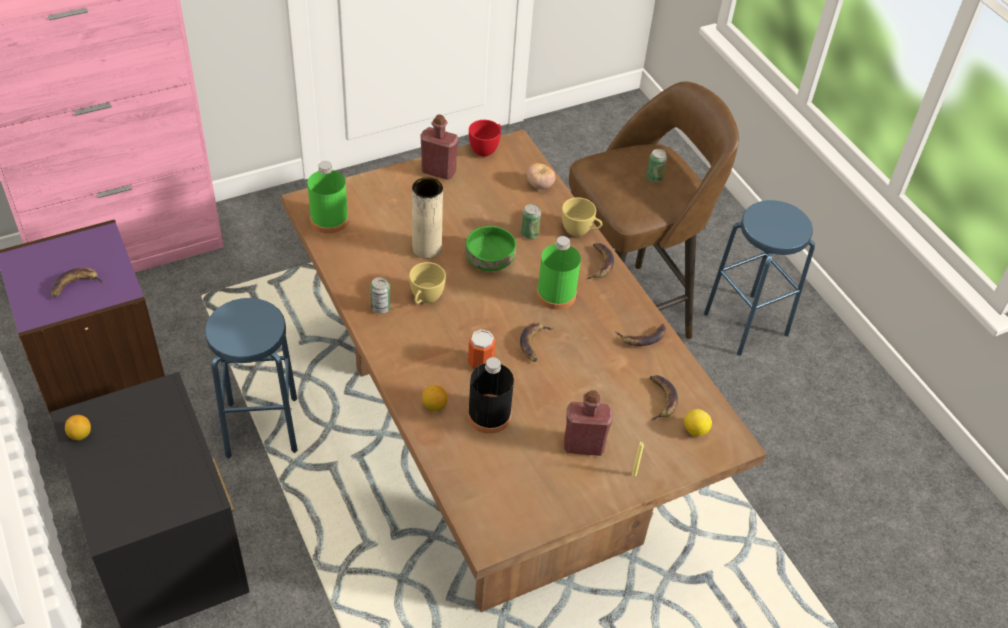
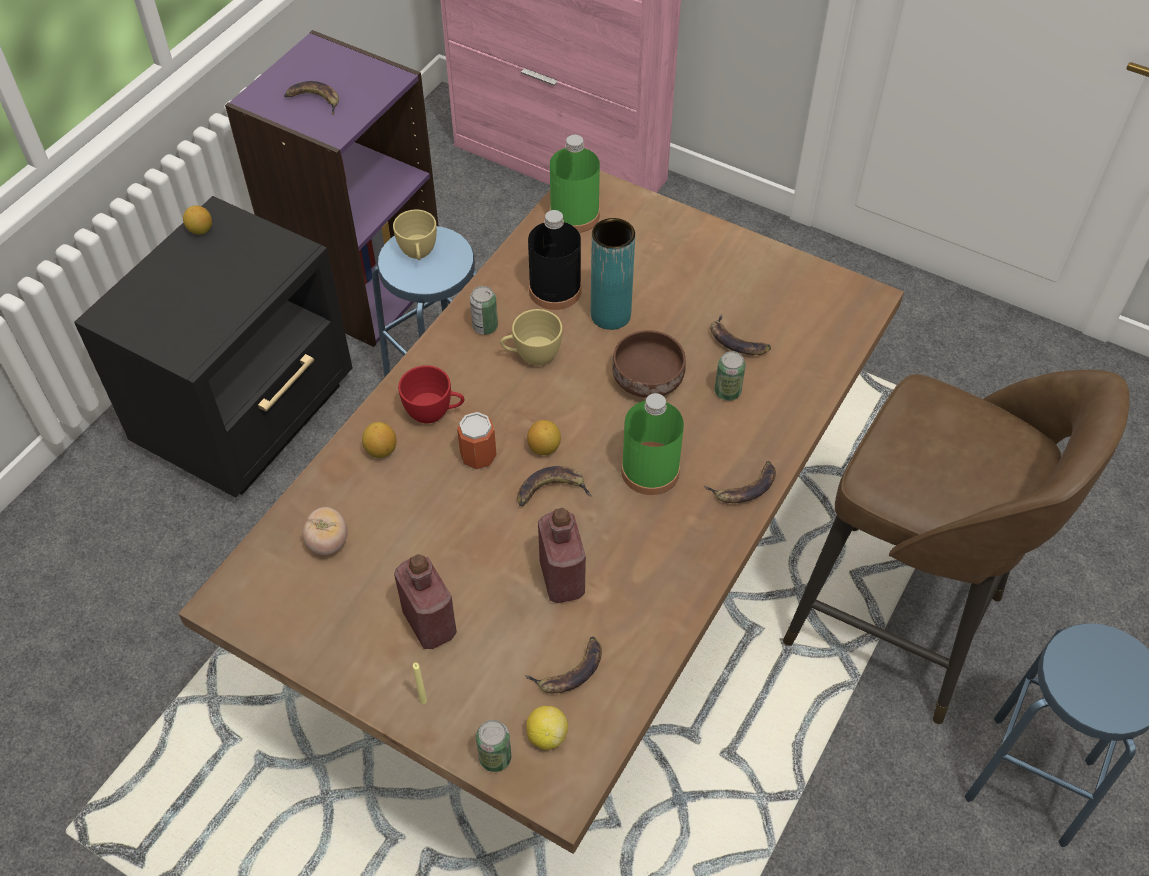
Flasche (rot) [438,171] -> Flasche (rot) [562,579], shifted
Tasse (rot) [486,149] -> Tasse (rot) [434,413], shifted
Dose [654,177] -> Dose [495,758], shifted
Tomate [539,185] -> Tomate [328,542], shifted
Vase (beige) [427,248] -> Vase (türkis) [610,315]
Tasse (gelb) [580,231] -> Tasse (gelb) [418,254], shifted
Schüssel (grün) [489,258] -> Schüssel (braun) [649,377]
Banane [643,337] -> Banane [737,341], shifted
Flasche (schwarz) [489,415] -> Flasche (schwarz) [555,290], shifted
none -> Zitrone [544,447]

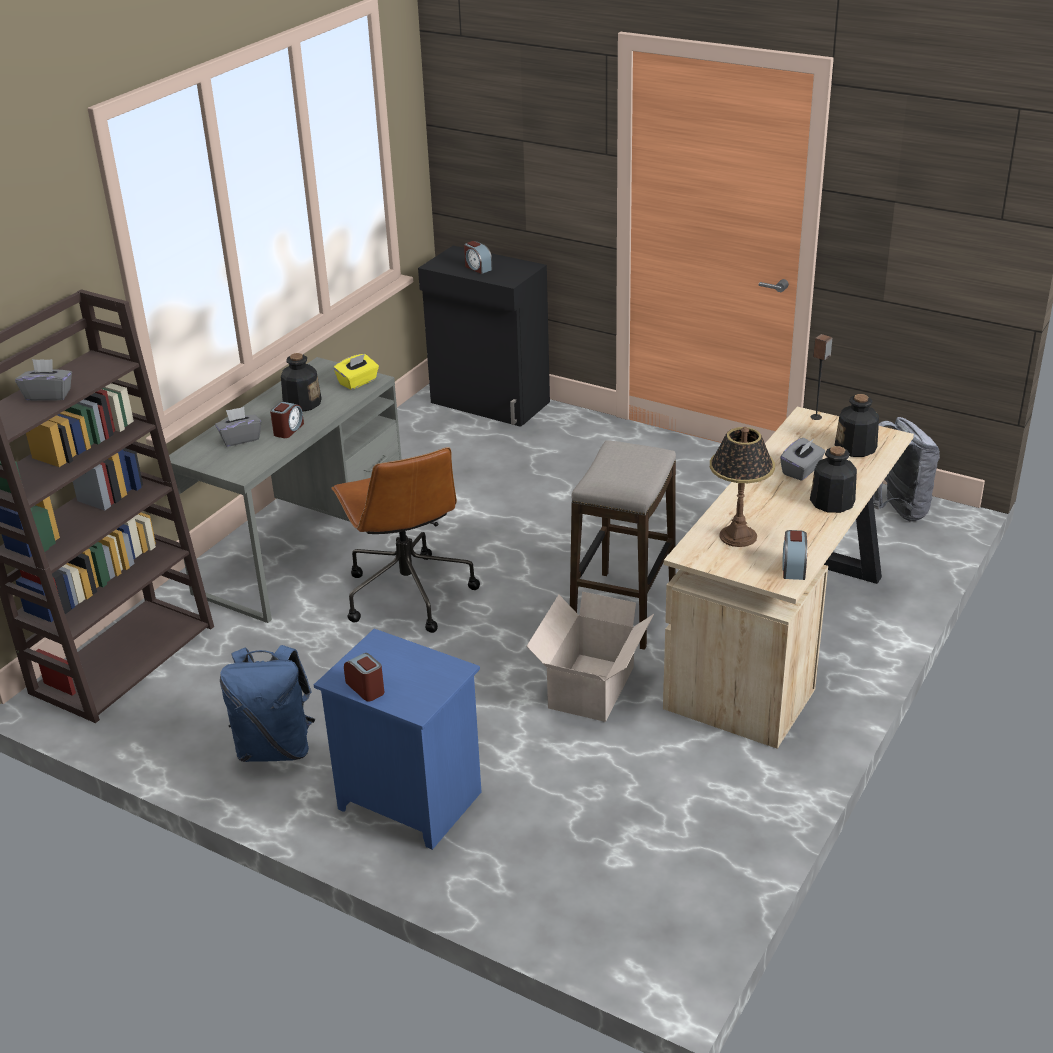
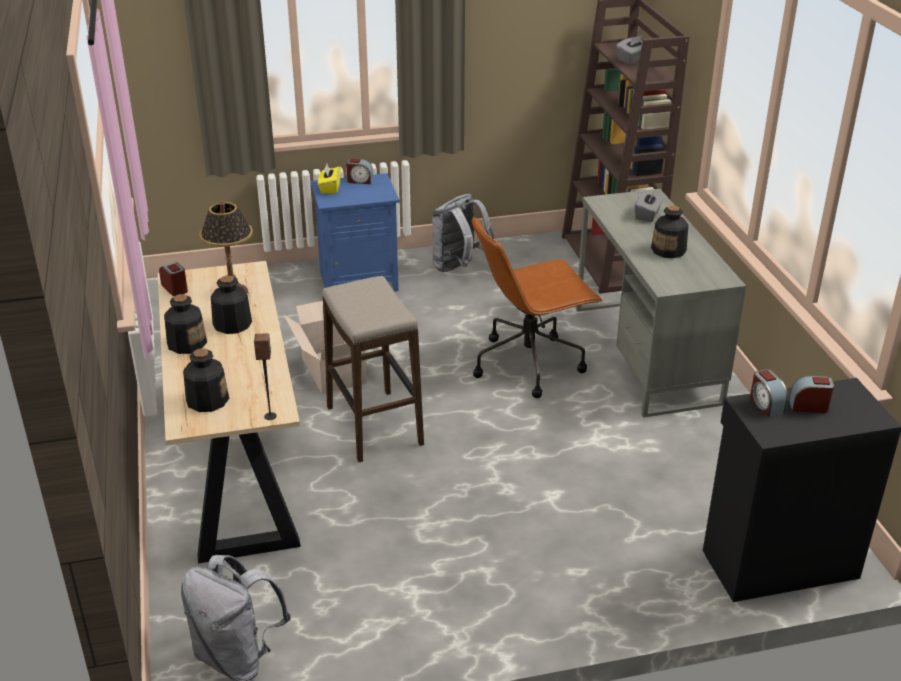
Taschentuchbox (gelb) [358,382] -> Taschentuchbox (gelb) [330,188], shifted
Wecker [288,430] -> Wecker [765,405], shifted
Taschentuchbox (grau) [801,470] -> none
Bürostuhl (braun) [407,593] -> Bürostuhl (braun) [529,363], 45 degrees counterclockwise
Rucksack (blau) [275,748] -> Rucksack (grau) [459,268]
none -> Flasche [232,324]

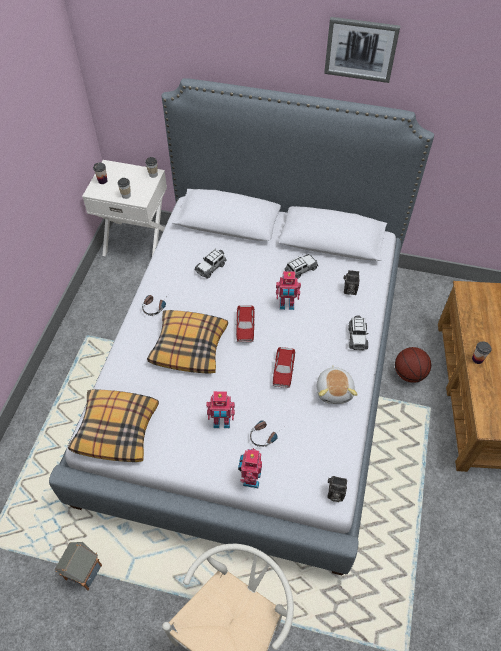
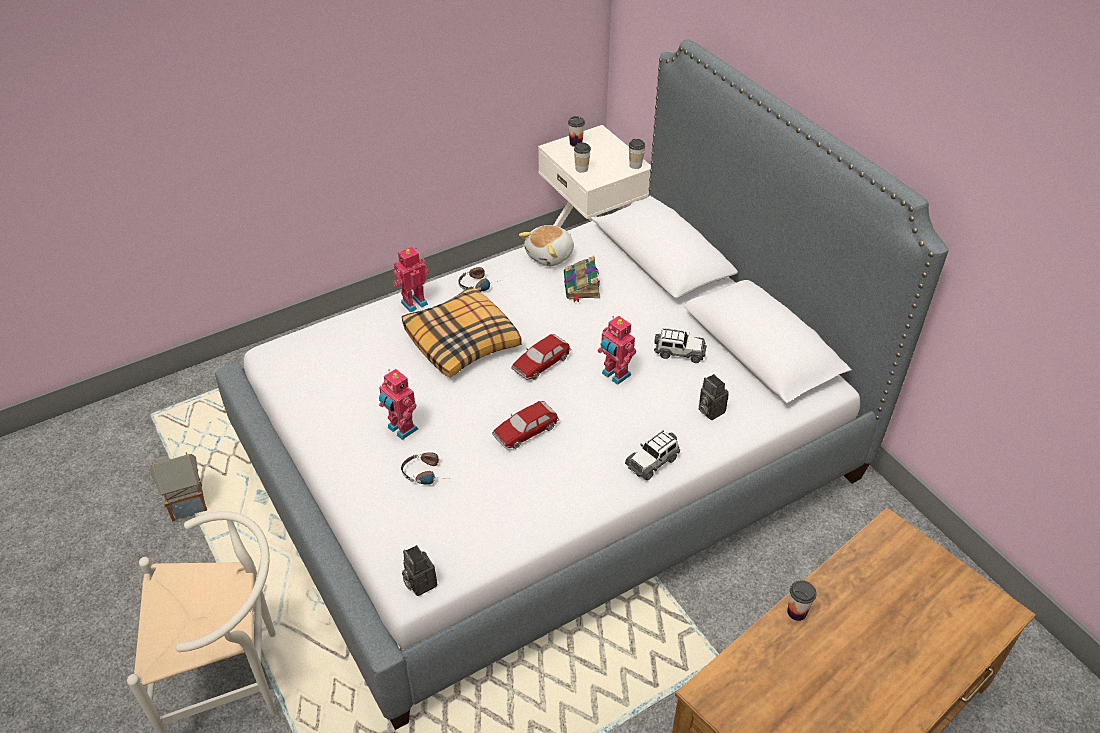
Bild [361,49] -> none
Spielzeugauto [211,267] -> Buch [581,286]
Basketball [409,374] -> none
Plüschtier [335,390] -> Plüschtier [550,256], shifted
Kissen [117,429] -> none
Spielzeugroboter [250,478] -> Spielzeugroboter [413,302], shifted

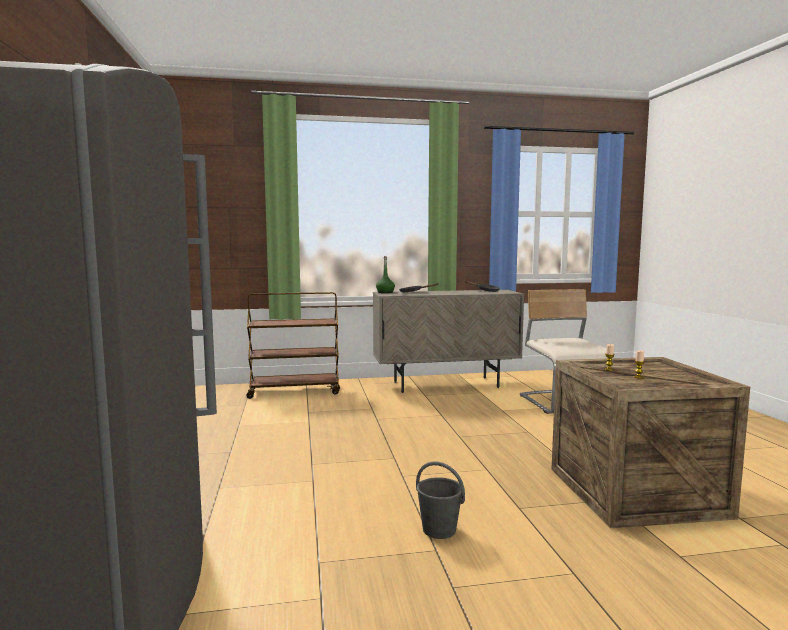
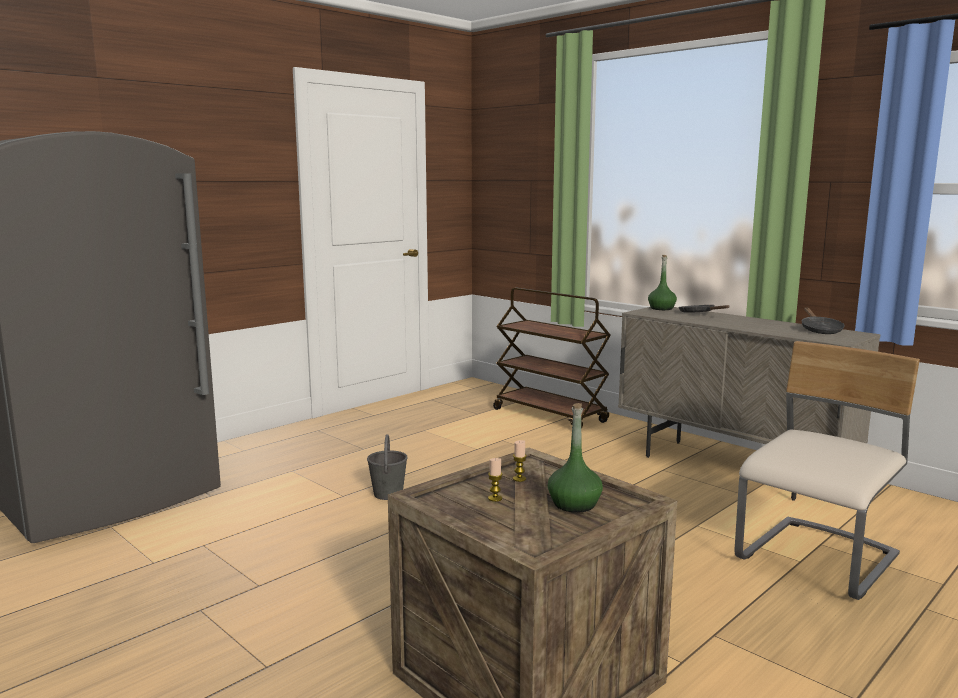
Eimer (grau) [439,530] -> Eimer (grau) [388,494], shifted
none -> Flasche (grün) [574,504]

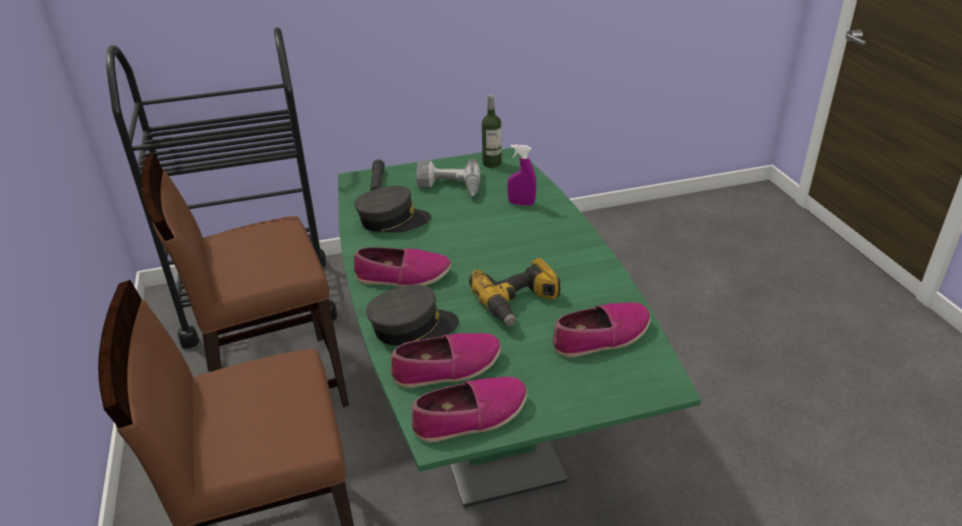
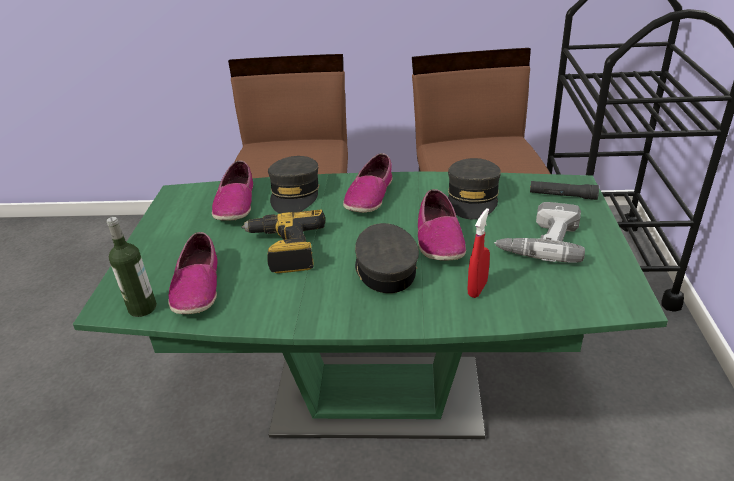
Flasche [492,163] -> Flasche [142,308], shifted
Sprühflasche (lila) [521,203] -> Sprühflasche (rot) [477,289]
Schuh [470,417] -> Schuh [438,239], shifted
none -> Kappe (grau) [385,269]

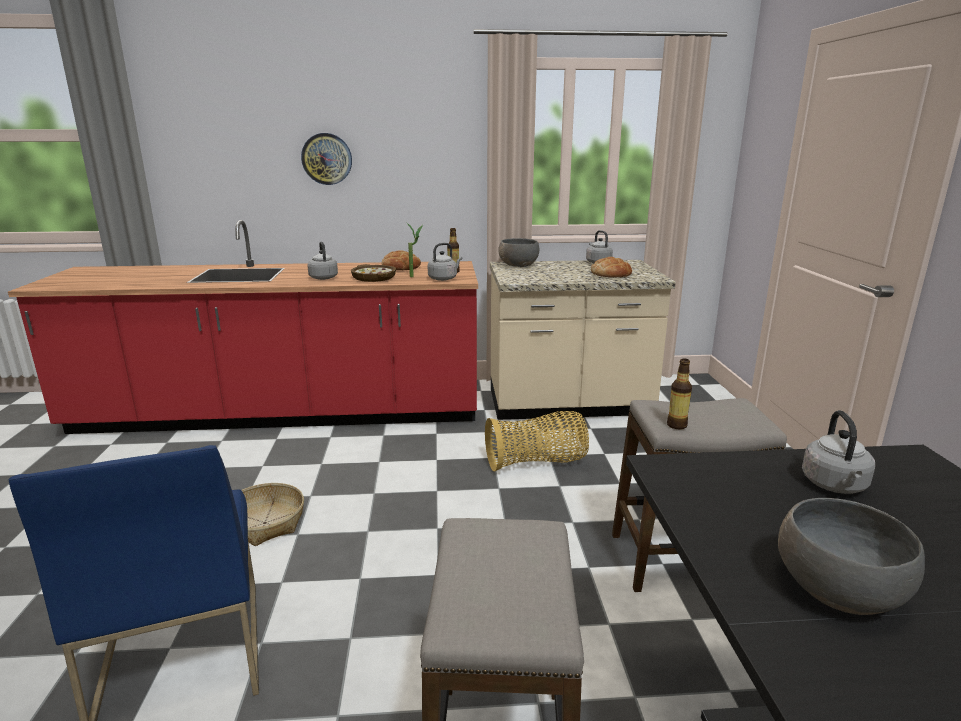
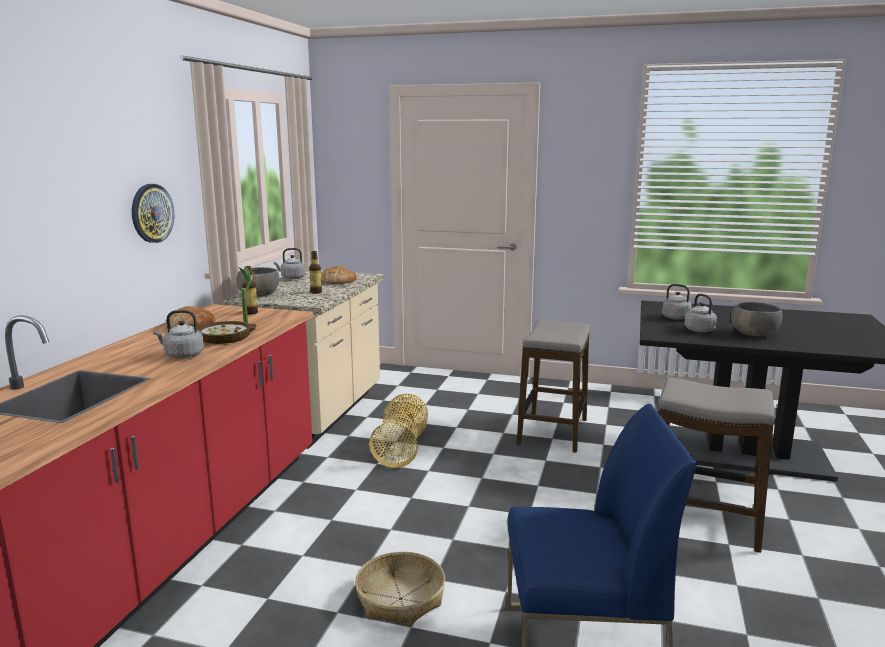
Wanduhr [327,159] -> Wanduhr [151,213], shifted
Wasserkessel (grau) [444,278] -> Wasserkessel (grau) [698,330], shifted
Flasche [676,425] -> Flasche [316,292], shifted

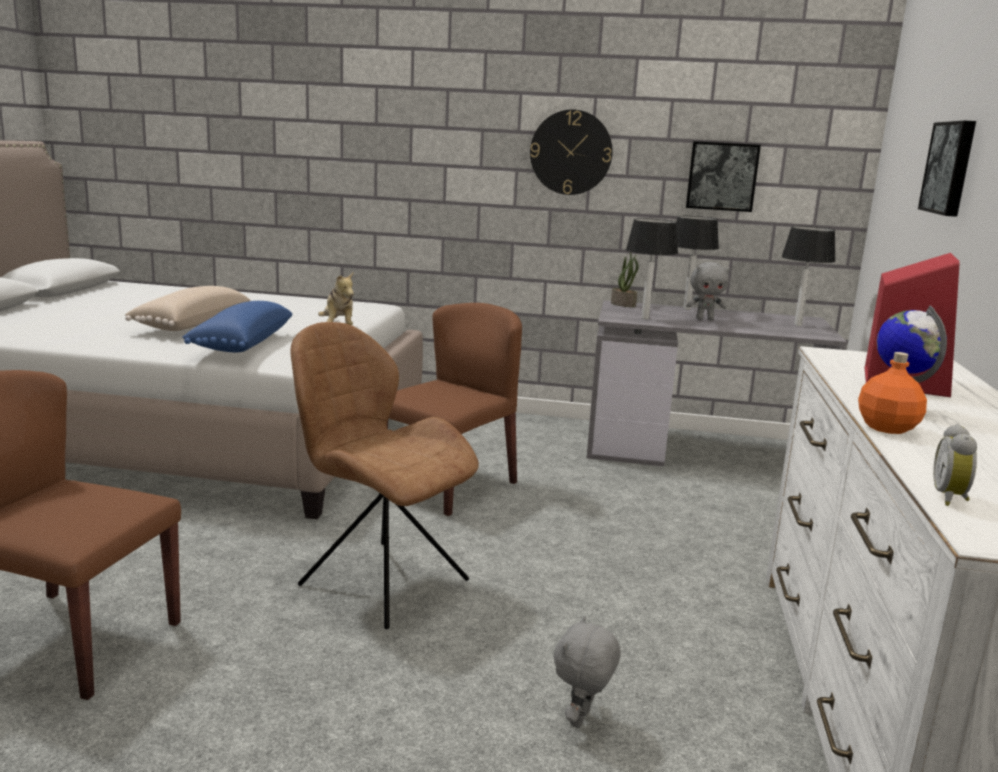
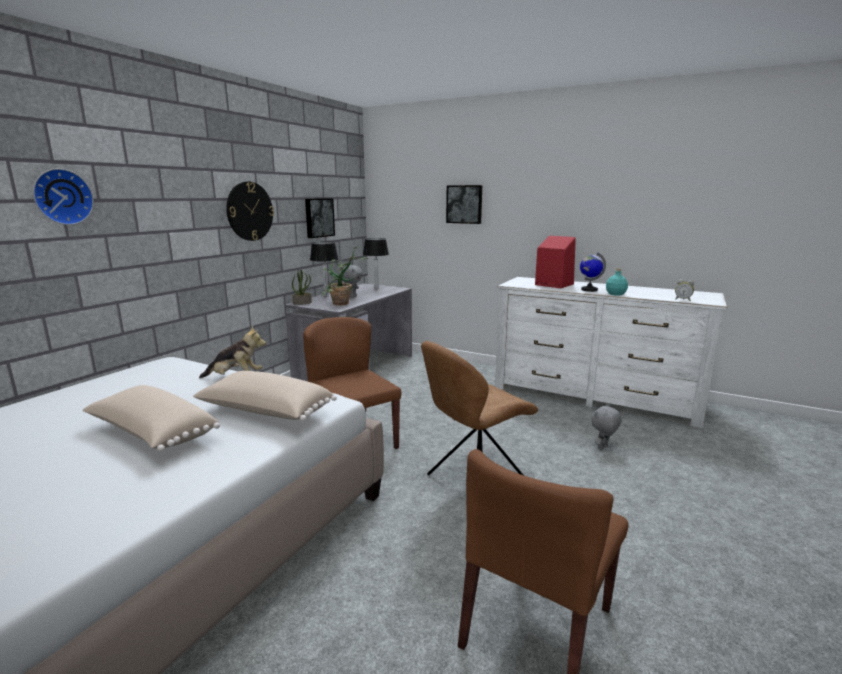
Tischlampe [644,318] -> Topfpflanze [341,304]
Kissen (blau) [240,344] -> Kissen (beige) [265,412]
Flasche (orange) [888,428] -> Flasche (türkis) [616,294]
Plüschtier (grau) [581,720] -> Plüschtier (grau) [603,448], 90 degrees clockwise
none -> Wanduhr [62,197]

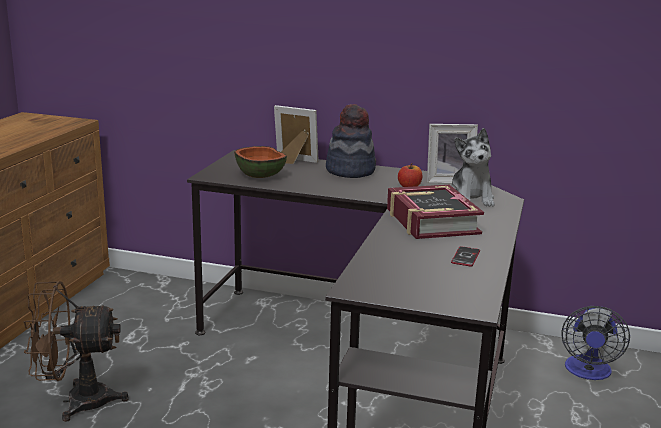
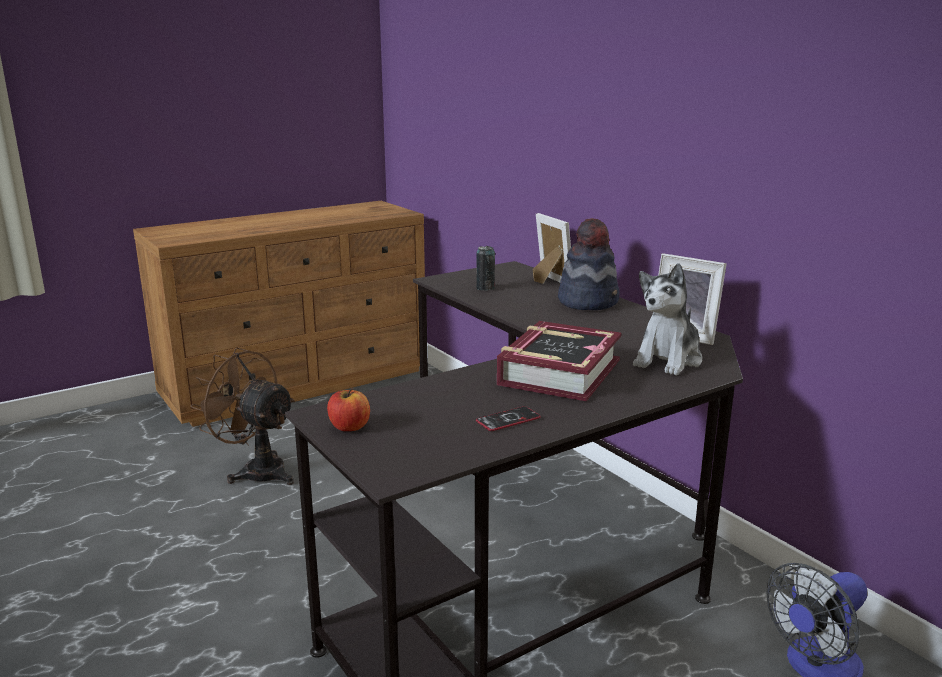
Schüssel [261,175] -> Dose [485,288]
Apfel [409,186] -> Apfel [349,427], shifted

